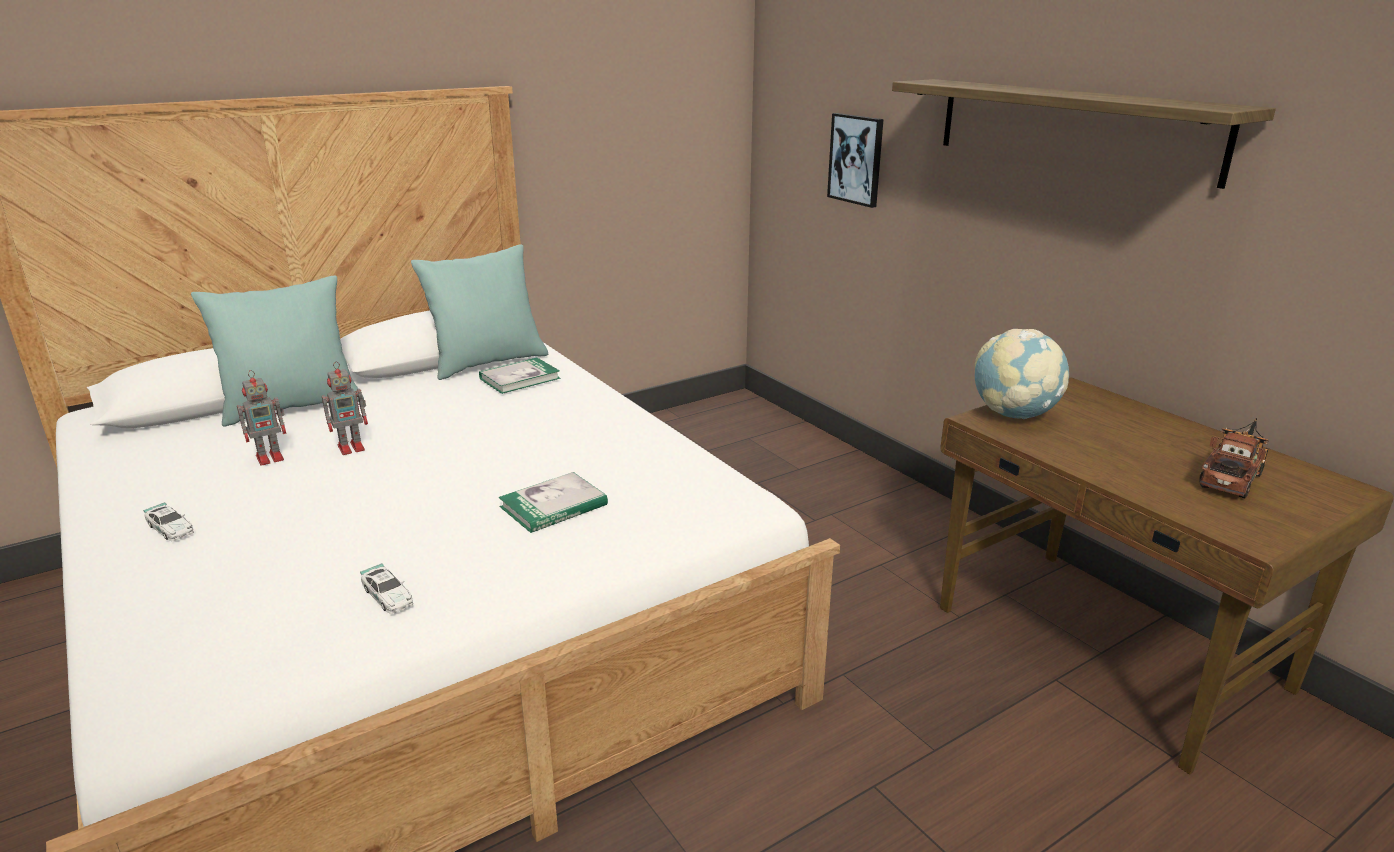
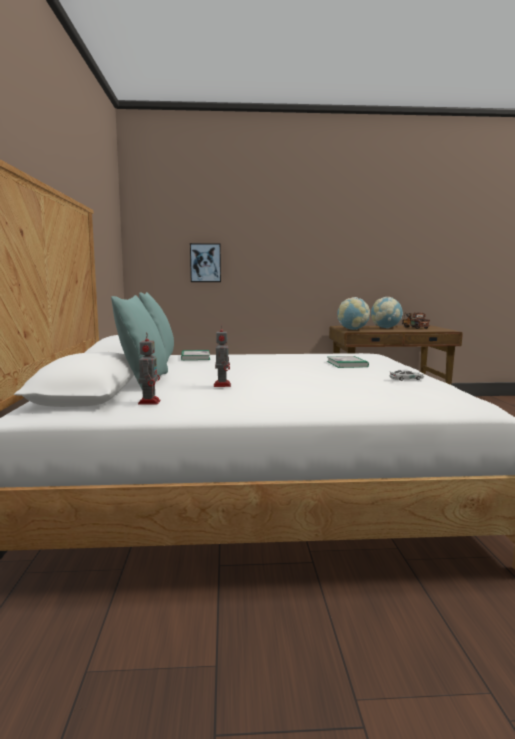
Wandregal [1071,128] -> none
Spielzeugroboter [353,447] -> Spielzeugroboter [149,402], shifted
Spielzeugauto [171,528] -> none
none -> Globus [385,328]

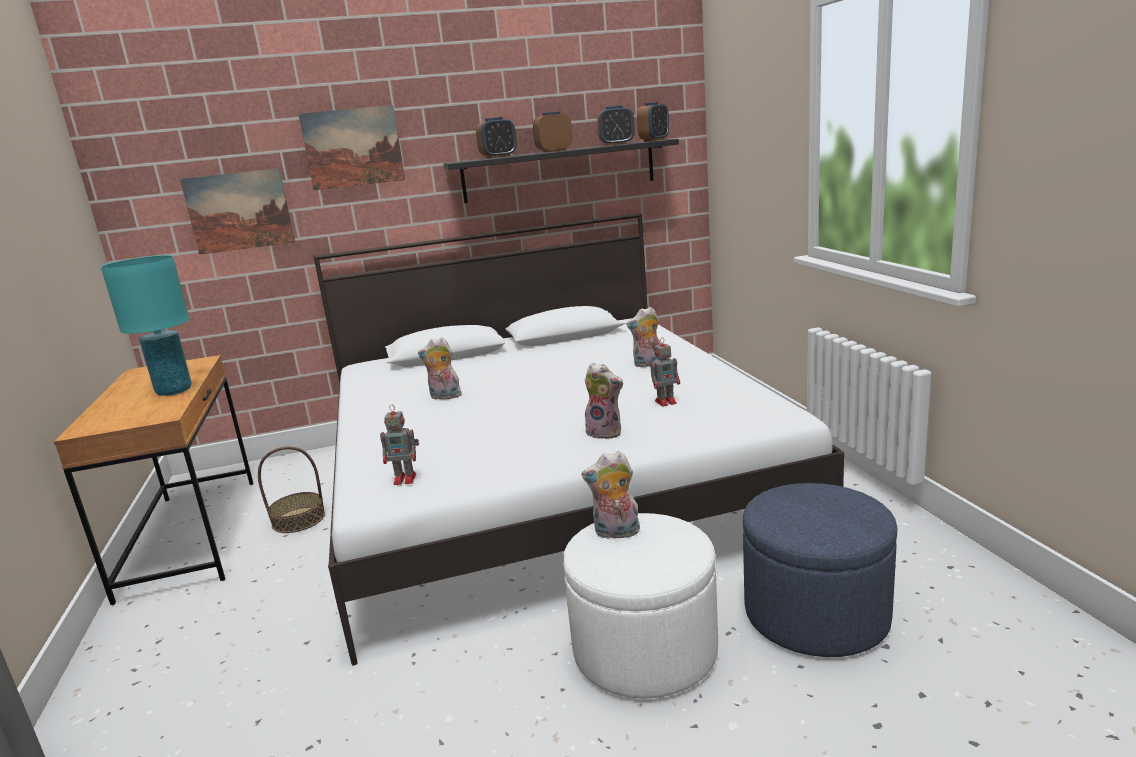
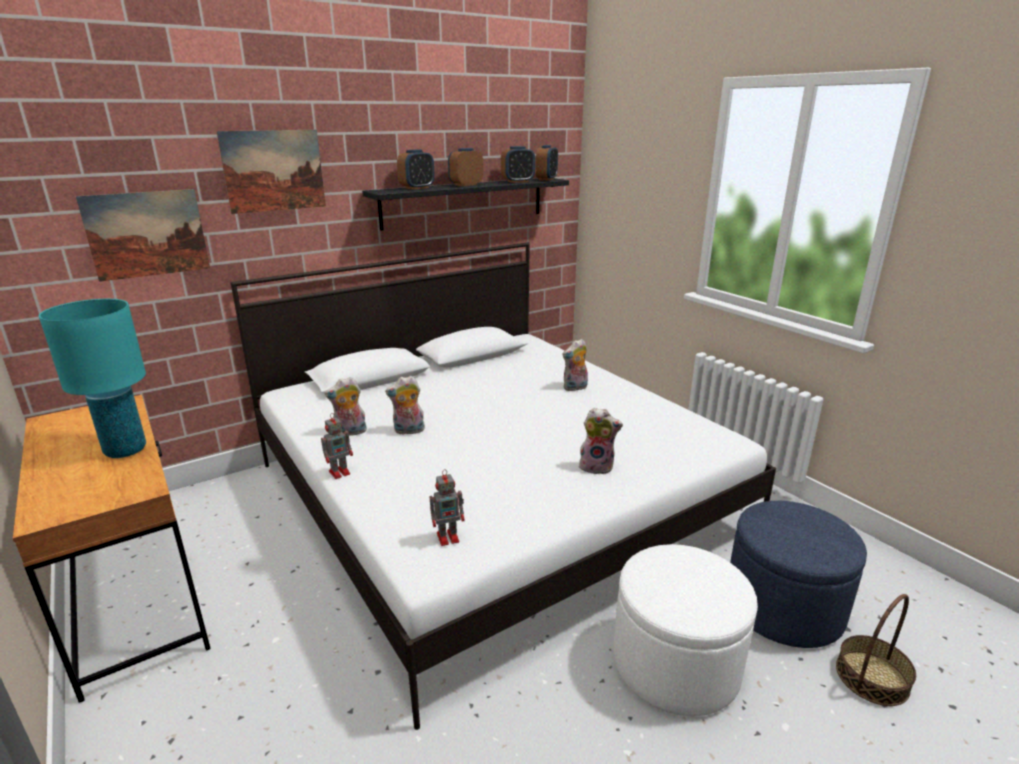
Spielzeugroboter [666,402] -> Spielzeugroboter [340,472], shifted
Korb [298,519] -> Korb [871,677], shifted
Plüschtier [616,533] -> Plüschtier [350,432], shifted

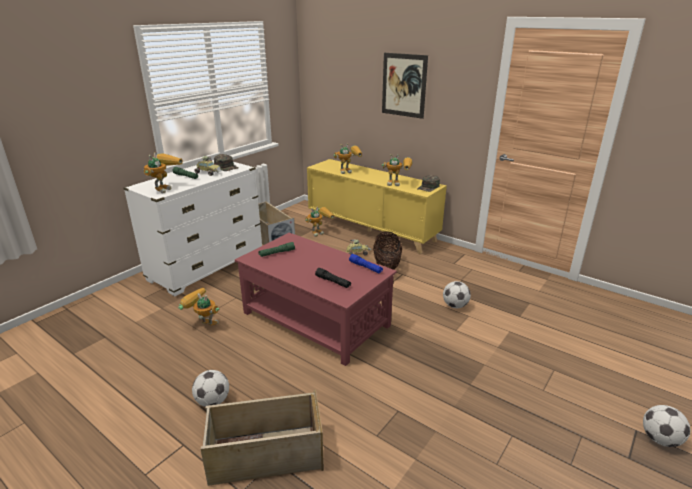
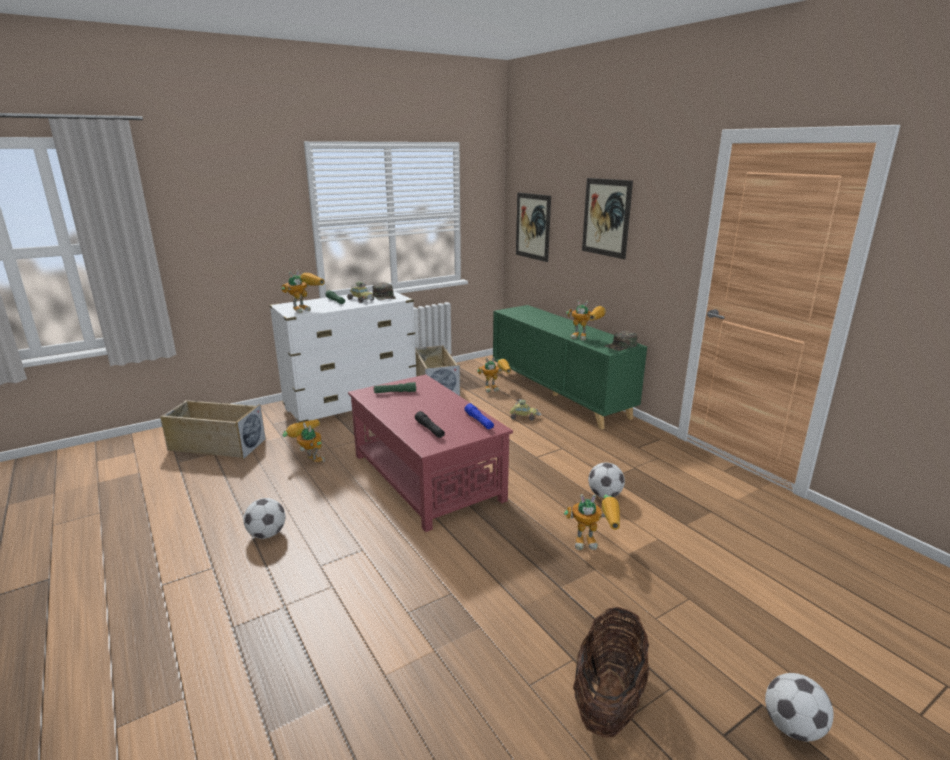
Spielzeugroboter [349,171] -> Spielzeugroboter [594,542], shifted
Schrank (gelb) [371,229] -> Schrank (grün) [559,394]
Korb [386,266] -> Korb [608,699], shifted
Aufbewahrungsbox (beige) [265,455] -> Aufbewahrungsbox (beige) [216,445], shifted
none -> Bild [533,226]

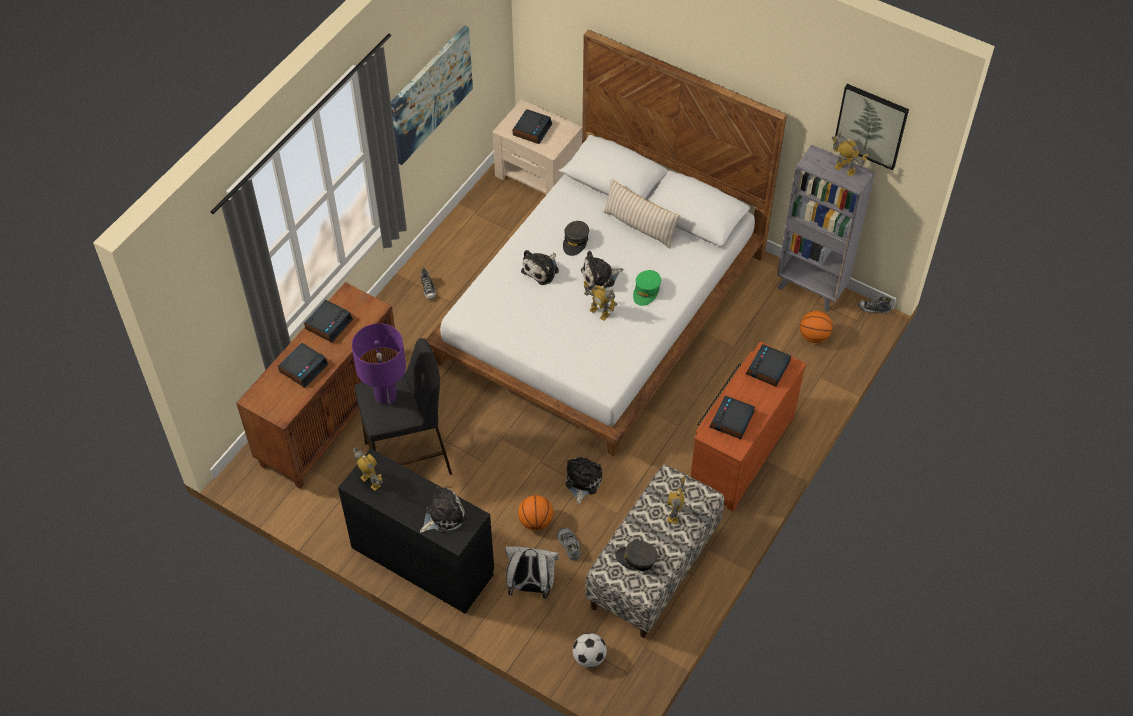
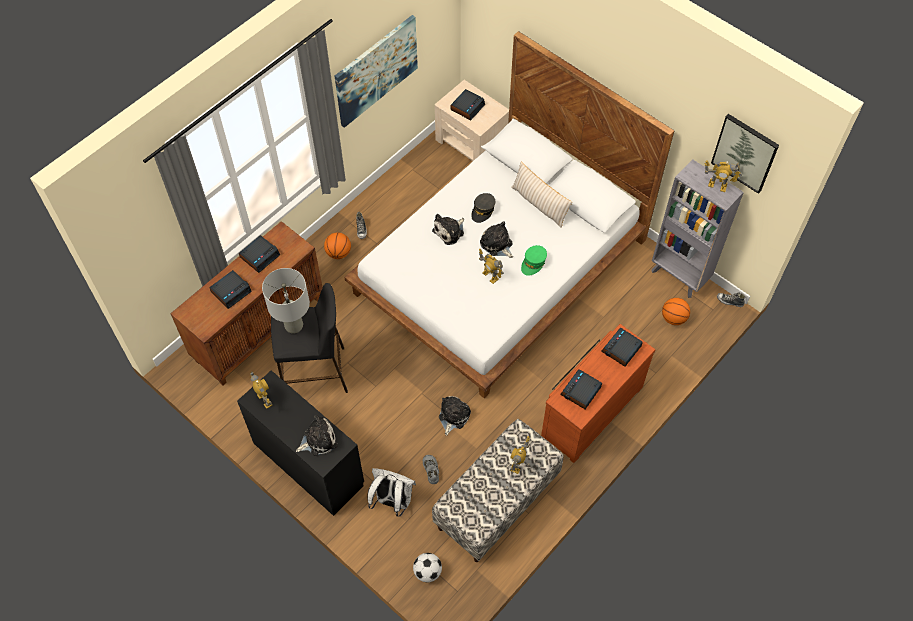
Spielzeugroboter [845,169] -> Spielzeugroboter [717,186], 150 degrees clockwise
Plüschtier [600,277] -> Plüschtier [497,245], 60 degrees clockwise
Tischlampe (lila) [385,396] -> Tischlampe (grau) [293,325]
Basketball [536,521] -> Basketball [338,253], shifted
Kappe (grau) [636,559] -> none

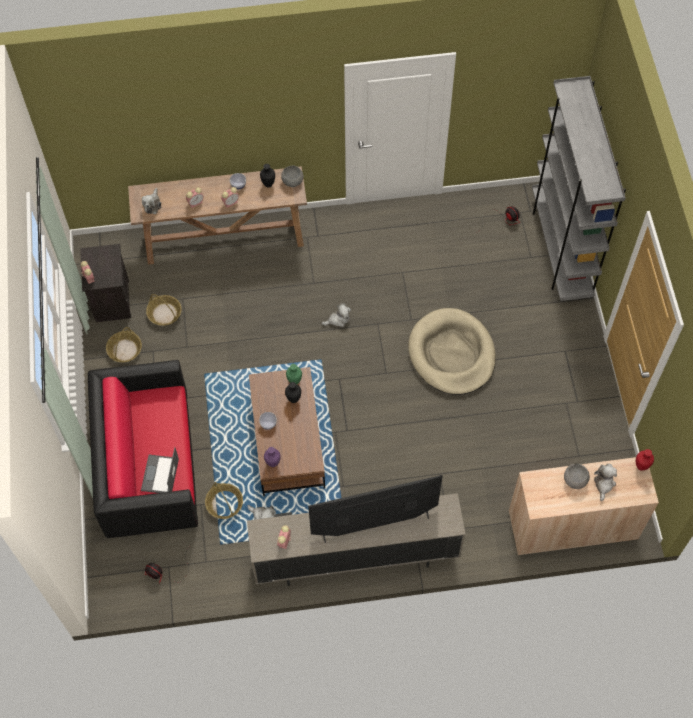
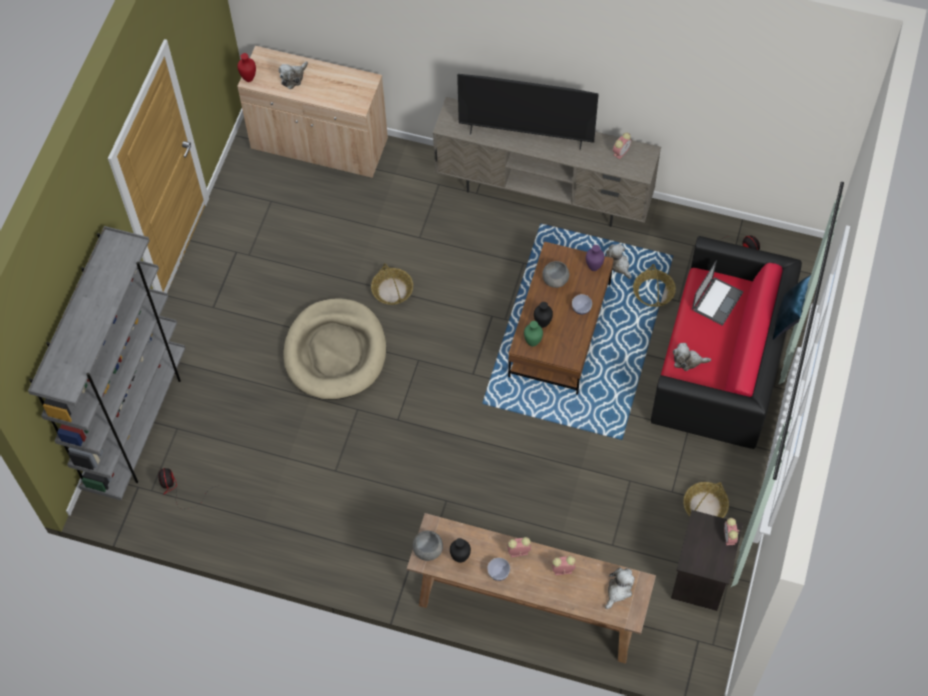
Korb [164,313] -> Korb [392,290], shifted
Plüschtier [338,319] -> Plüschtier [688,361], shifted
Schüssel (grau) [575,480] -> Schüssel (grau) [555,280], shifted
none -> Kissen (blau) [789,319]

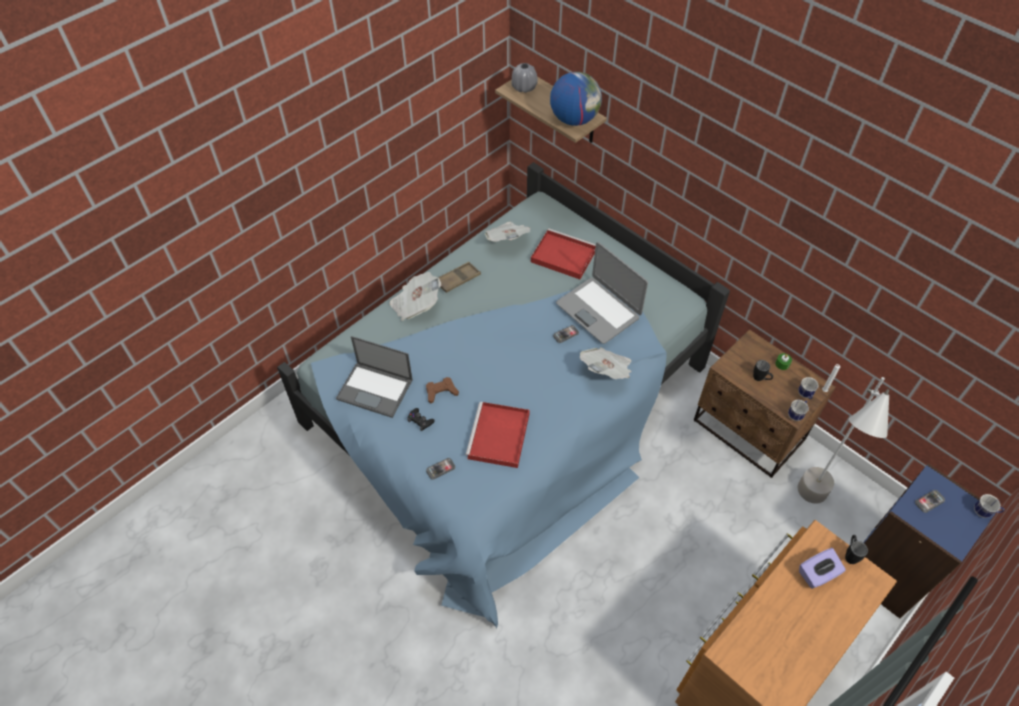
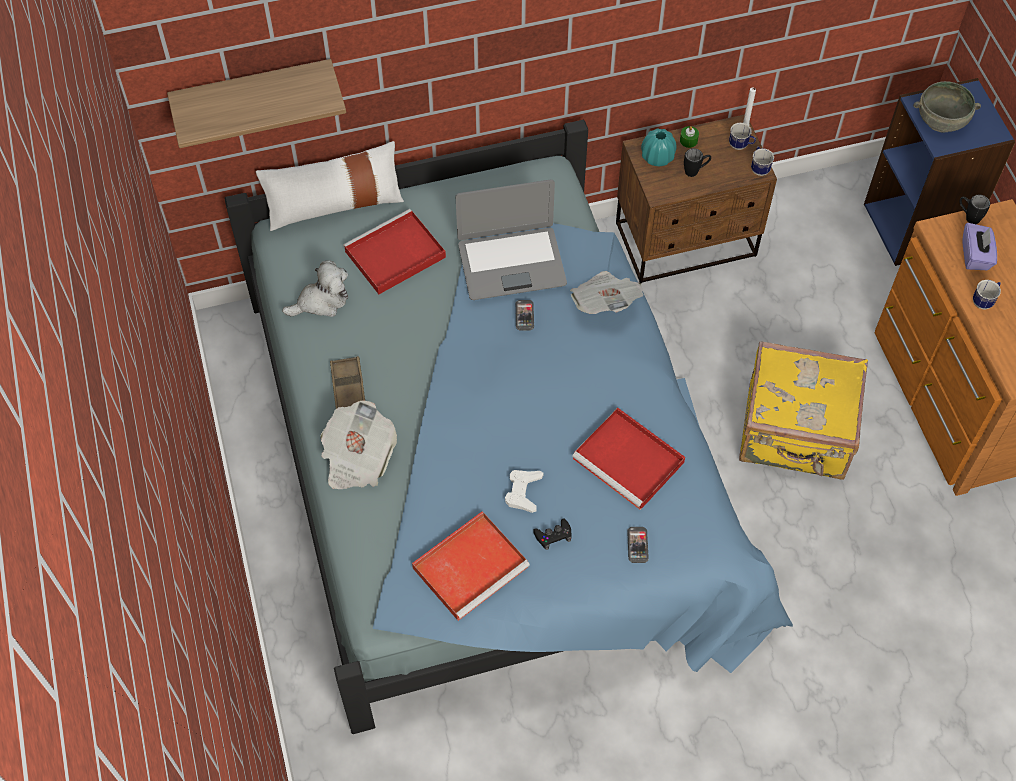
Vase (grau) [524,87] -> none
Globus [574,119] -> none
Zeitung [507,240] -> Plüschtier [321,301]
Laptop [376,389] -> Tablett (rot) [471,565]
Gamepad (braun) [441,391] -> Gamepad (weiß) [523,492]
Stehlampe (grau) [805,510] -> none
Handy [929,501] -> Schüssel (grau) [941,121]
Henkelbecher [984,512] -> Henkelbecher [984,301], shifted
none -> Vase (türkis) [657,157]
none -> Kissen (weiß) [334,204]
none -> Koffer (gelb) [796,433]

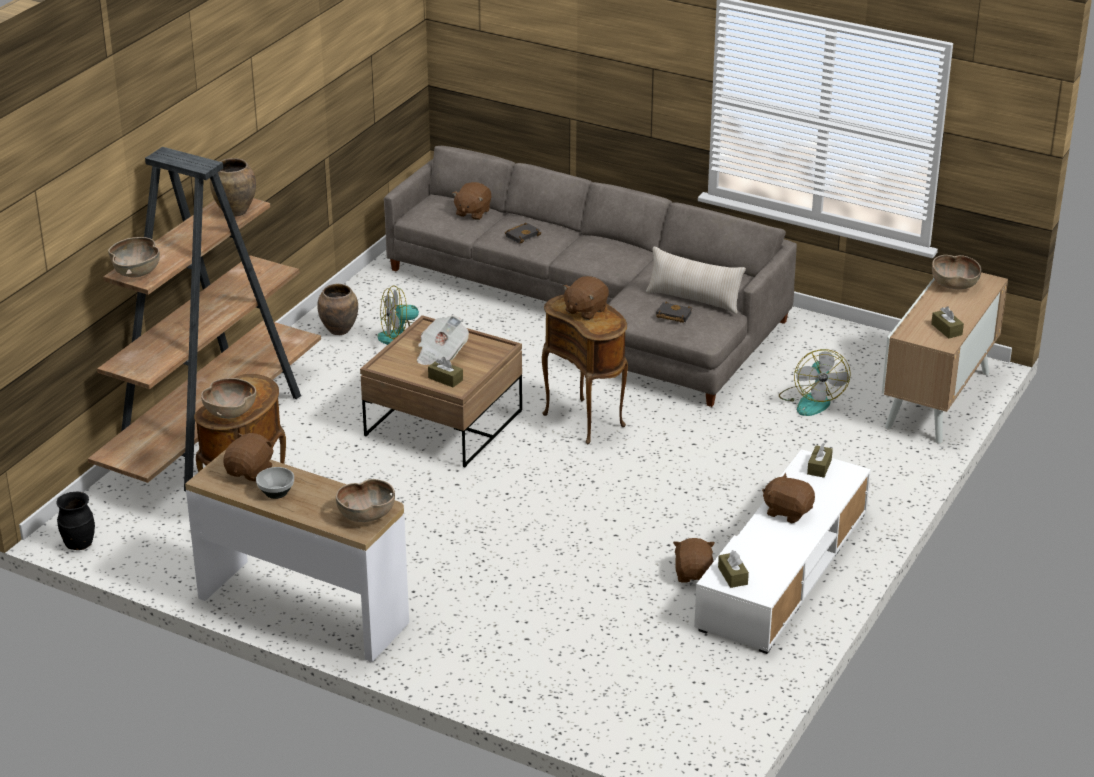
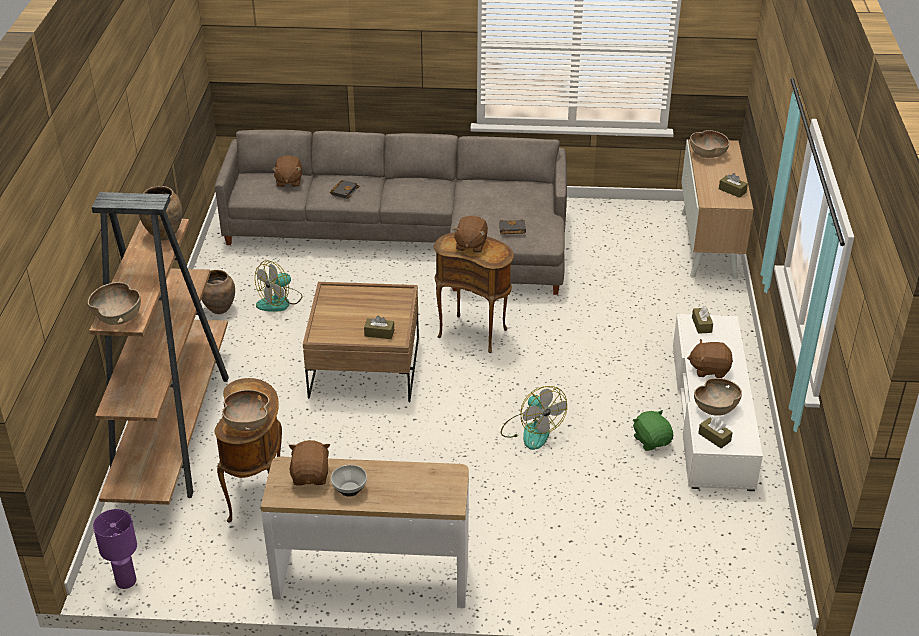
Kissen (beige) [694,299] -> none
Zeitung [441,354] -> none
Ventilator [811,400] -> Ventilator [531,430], shifted
Schüssel (braun) [366,515] -> Schüssel (braun) [716,408], shifted
Vase (schwarz) [78,544] -> Tischlampe (lila) [125,581]
Plüschtier (braun) [694,574] -> Plüschtier (grün) [651,440]

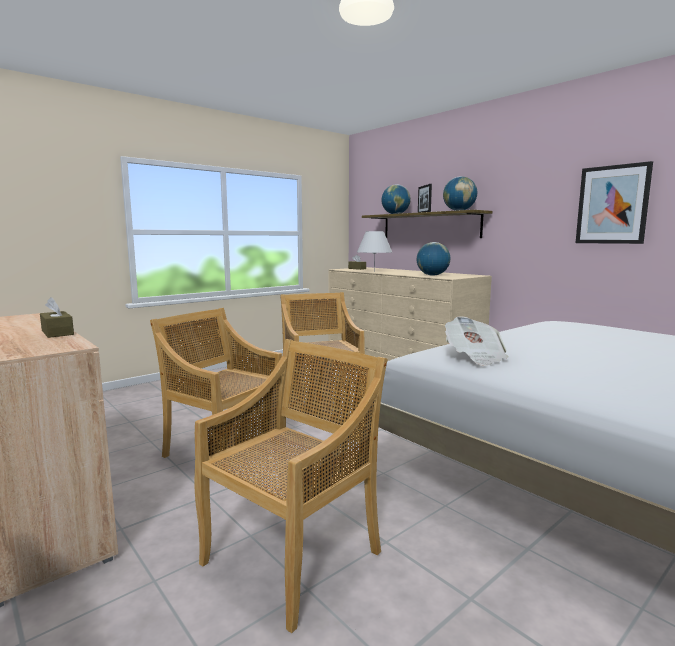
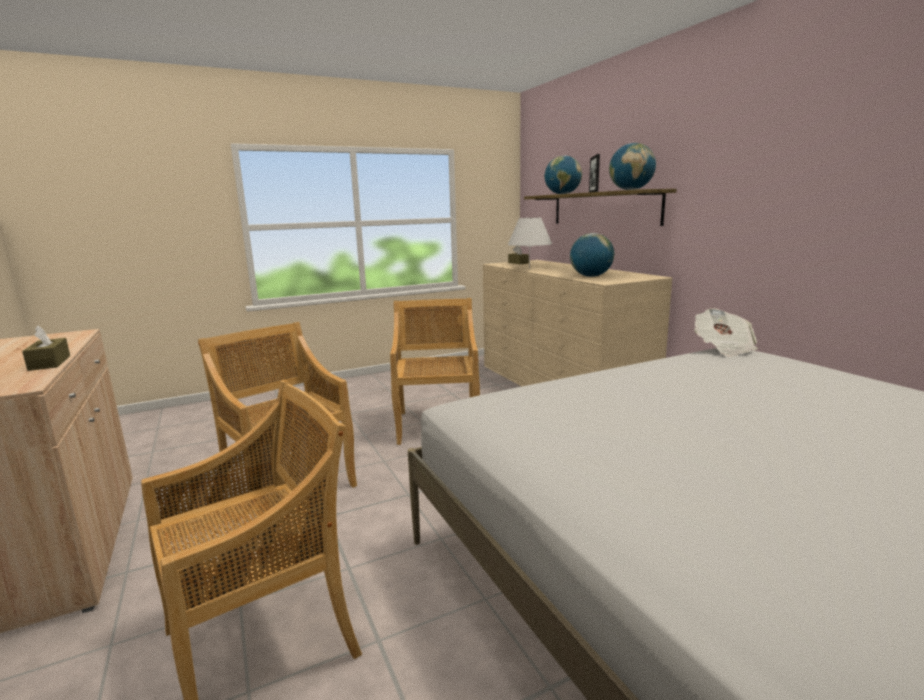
Bild [612,205] -> none
Zeitung [475,357] -> Zeitung [723,348], shifted

